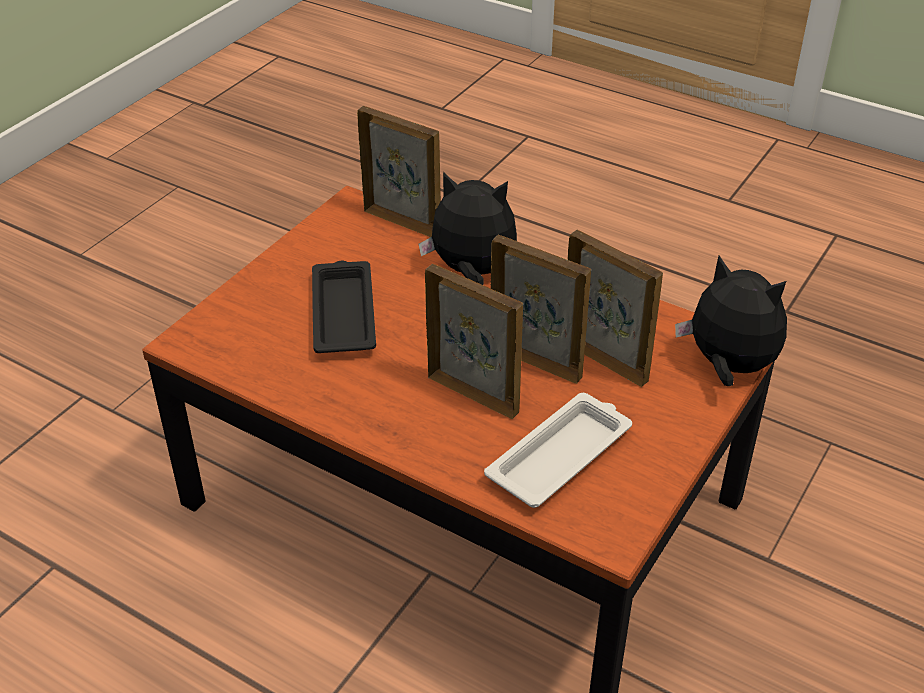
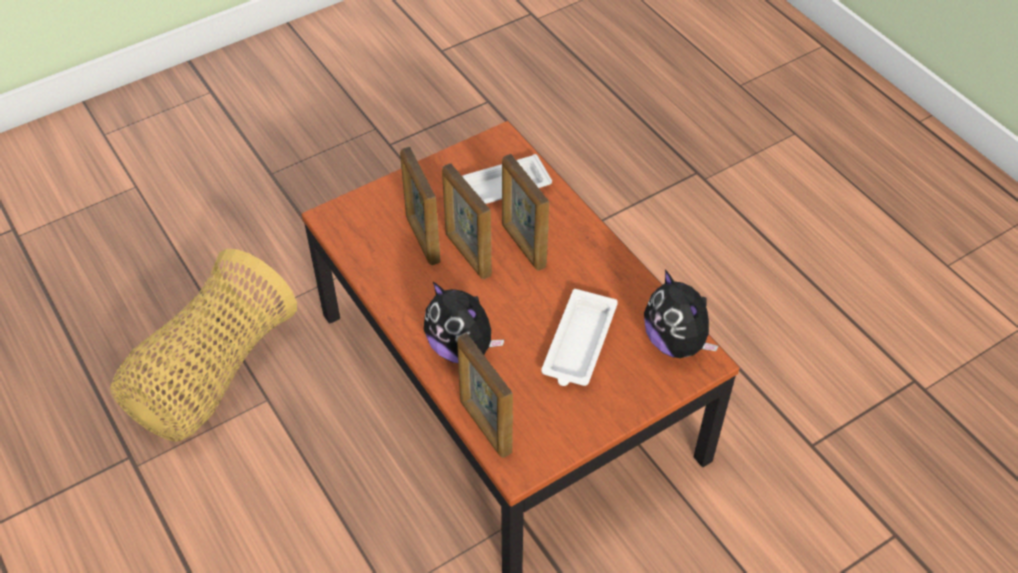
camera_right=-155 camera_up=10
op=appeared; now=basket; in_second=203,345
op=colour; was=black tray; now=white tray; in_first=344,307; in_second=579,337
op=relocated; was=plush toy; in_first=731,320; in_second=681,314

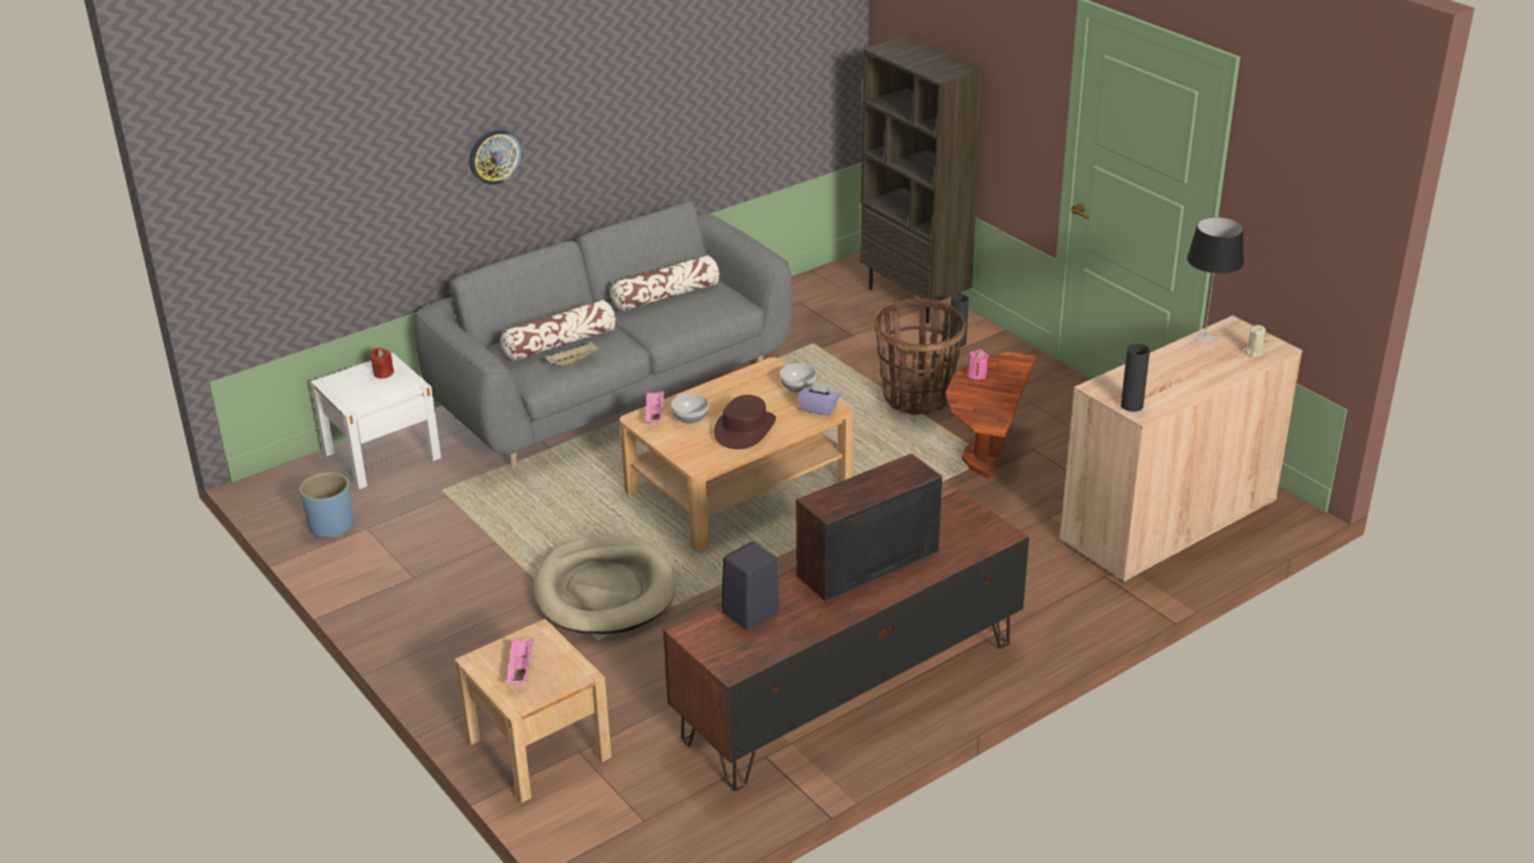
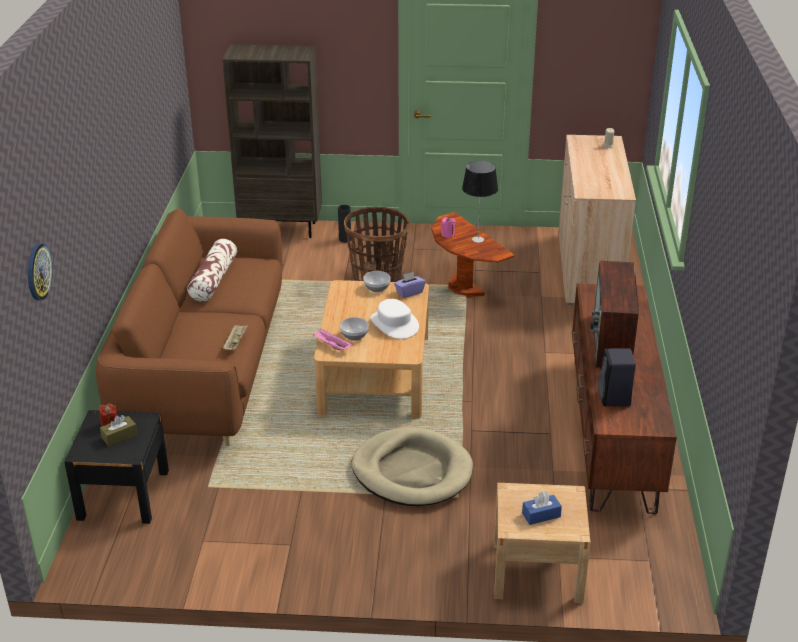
camera_right=-50 camera_up=0
op=relocated; was=wall clock; in_first=496,157; in_second=40,271
op=colour; was=white nightstand; now=black nightstand; in_first=375,421; in_second=116,467
op=colour; was=grey sofa; now=brown sofa; in_first=604,335; in_second=189,327
op=appeared; now=brown tissue box; in_second=119,430
op=colour; was=brown hat; now=white hat; in_first=745,422; in_second=395,319
op=relocated; was=table lamp; in_first=1215,280; in_second=480,202
op=exchanged; was=pink tray; now=blue tissue box; in_first=520,661; in_second=542,508
op=missing; was=blue planter; in_first=326,504
op=missing; was=pillow; in_first=558,330
op=missing; was=black vase; in_first=1135,378

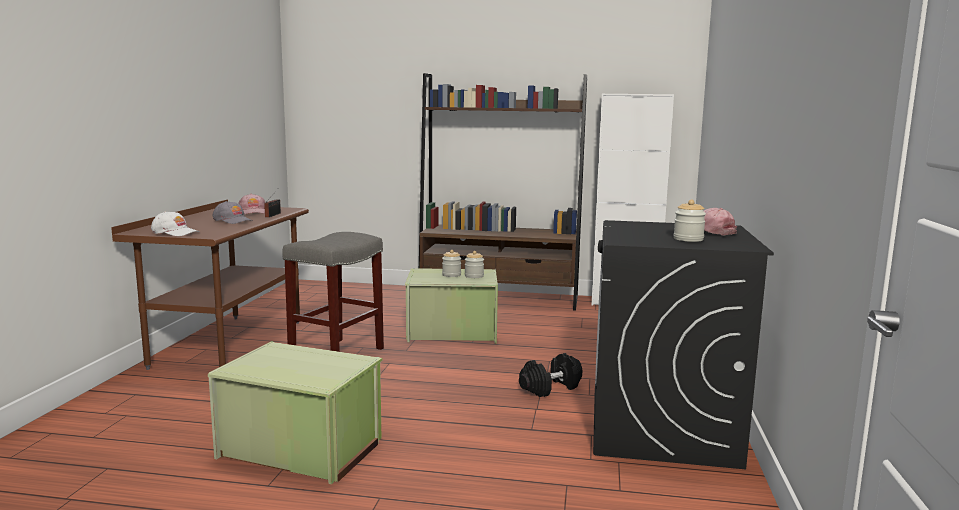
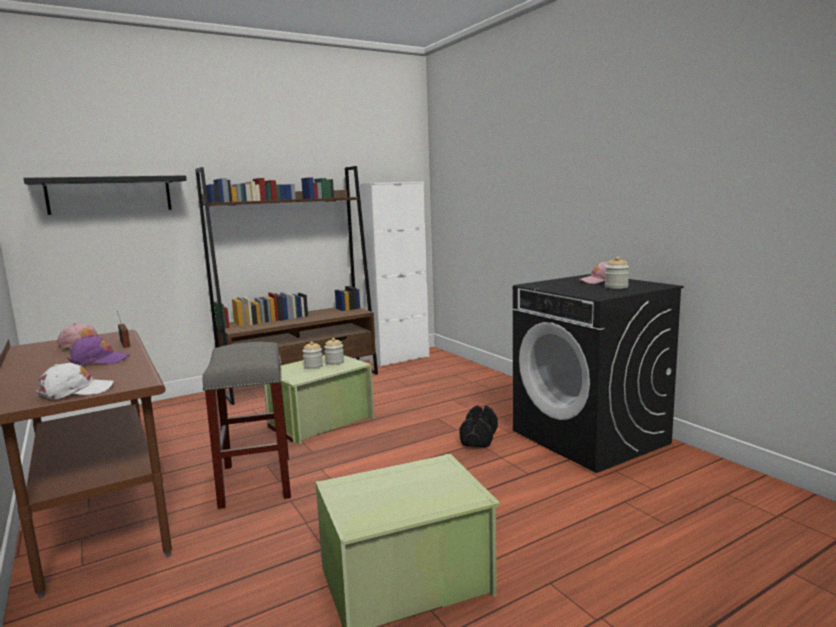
camera_right=-40 camera_up=0
op=appeared; now=black shelf; in_second=105,195
op=colour; was=grey cap; now=purple cap; in_first=232,212; in_second=98,350

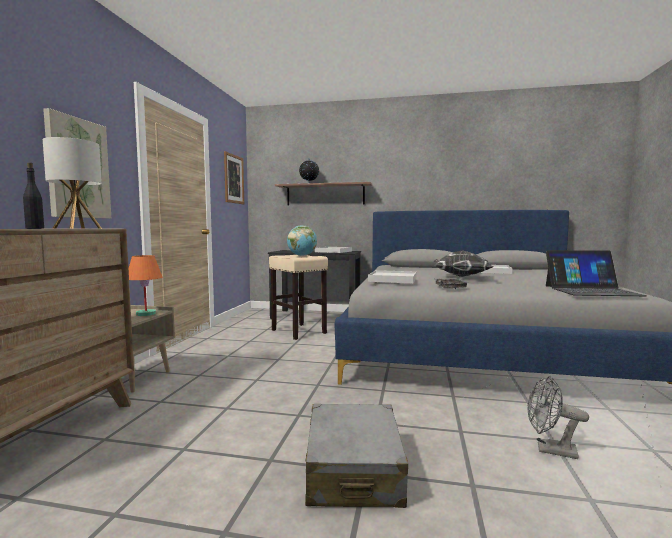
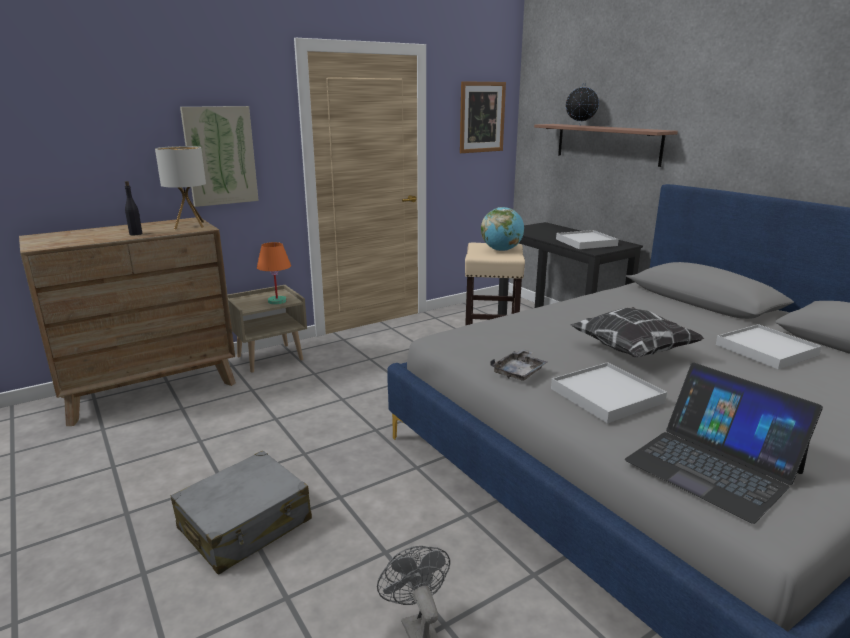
camera_right=45 camera_up=15
op=relocated; was=white tray; in_first=392,276; in_second=609,392

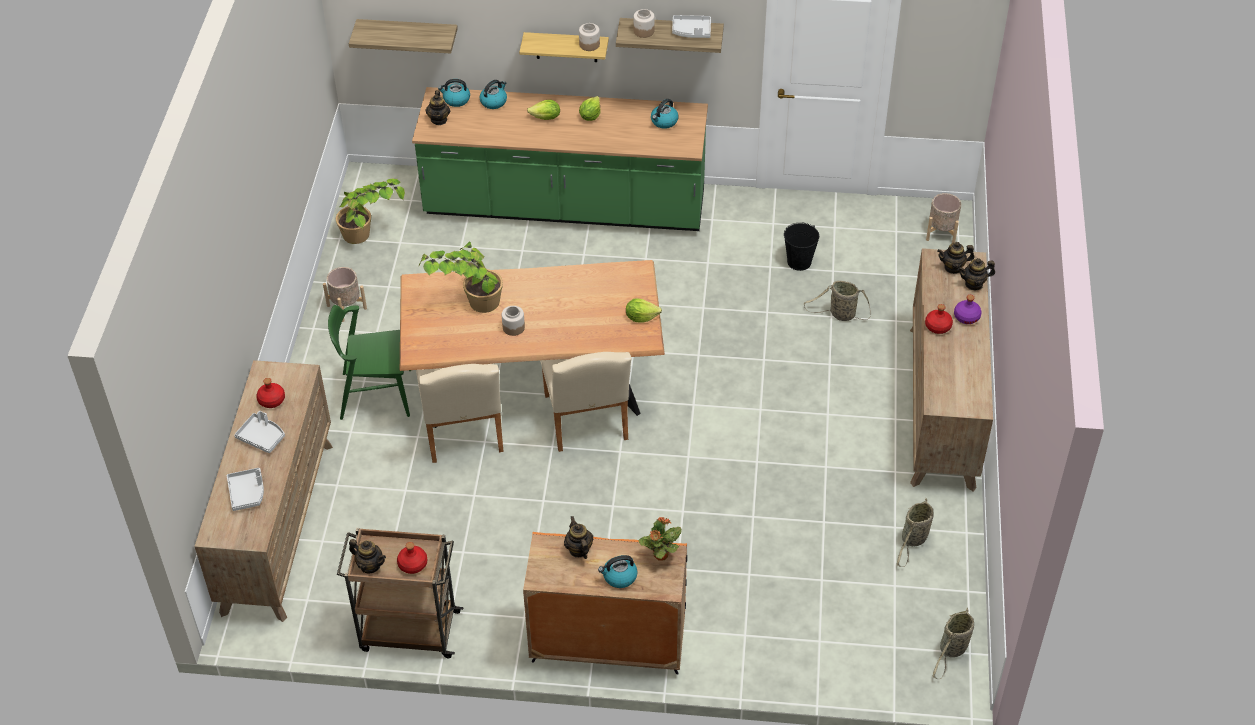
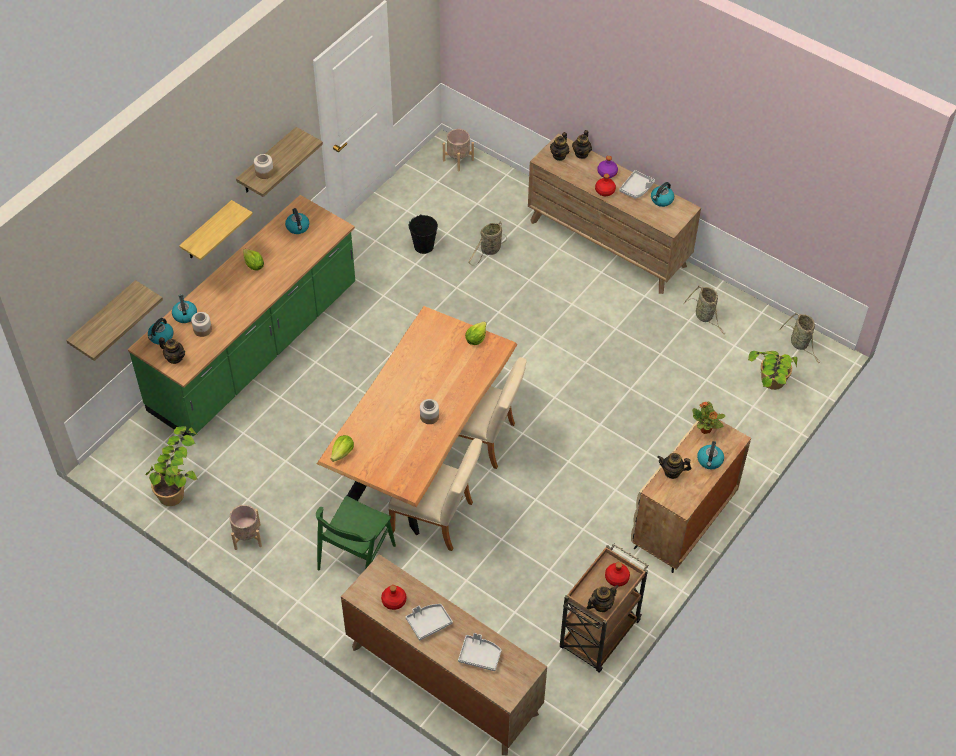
camera_right=-60 camera_up=5
op=relocated; was=jar; in_first=589,37; in_second=201,324
op=relocated; was=lettuce; in_first=543,110; in_second=342,448
op=relocated; was=grey tray; in_first=691,26; in_second=637,184
op=colour; was=orange cabinet; now=beige cabinet; in_first=605,603; in_second=691,493
op=appeared; now=kettle; in_second=662,194
op=relocated; was=potted plant; in_first=461,277; in_second=773,370

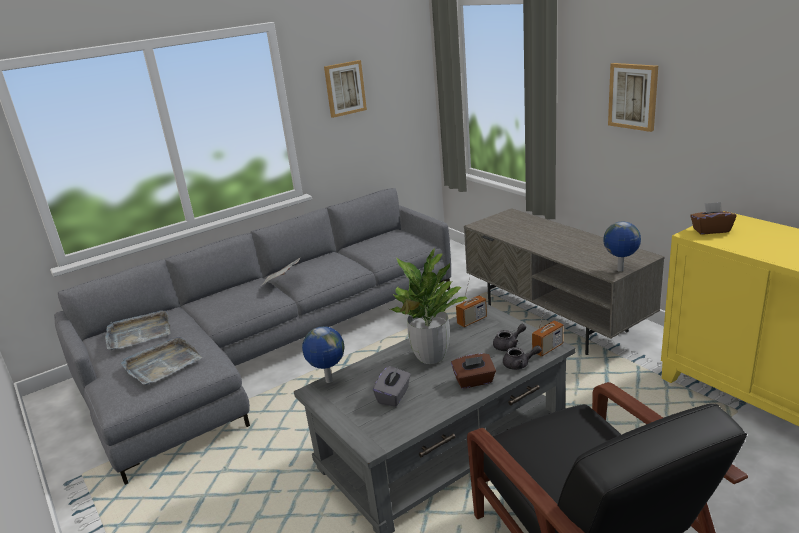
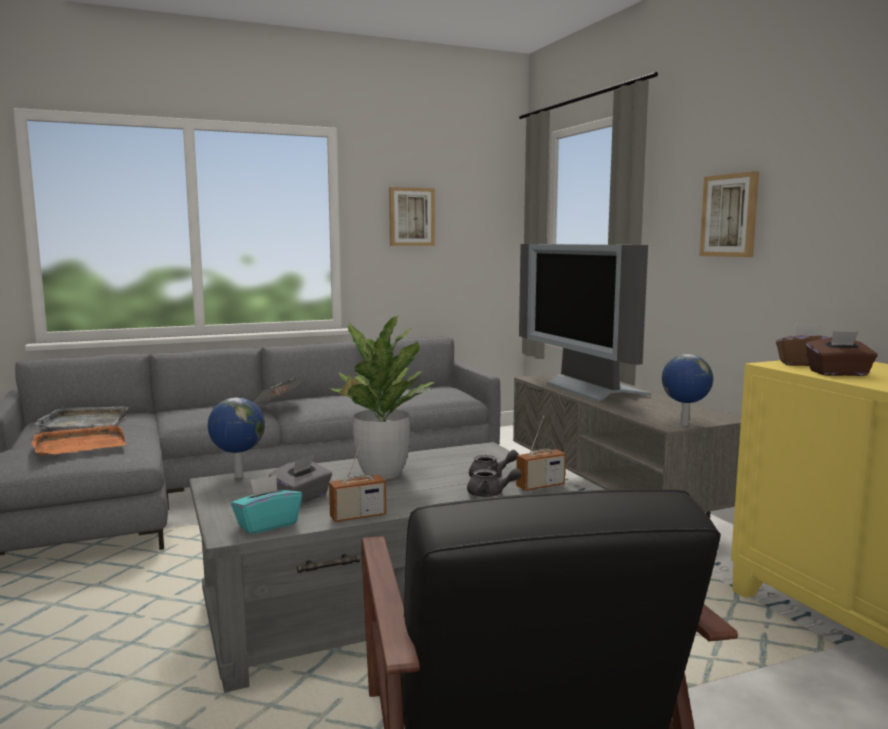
camera_right=10 camera_up=-15
op=colour; was=grey tray; now=orange tray; in_first=161,361; in_second=79,440
op=appeared; now=turquoise tissue box; in_second=266,504
op=relocated; was=radio; in_first=471,302; in_second=357,479
op=appeared; now=television; in_second=585,323
op=relocated; was=brown tissue box; in_first=473,371; in_second=841,353

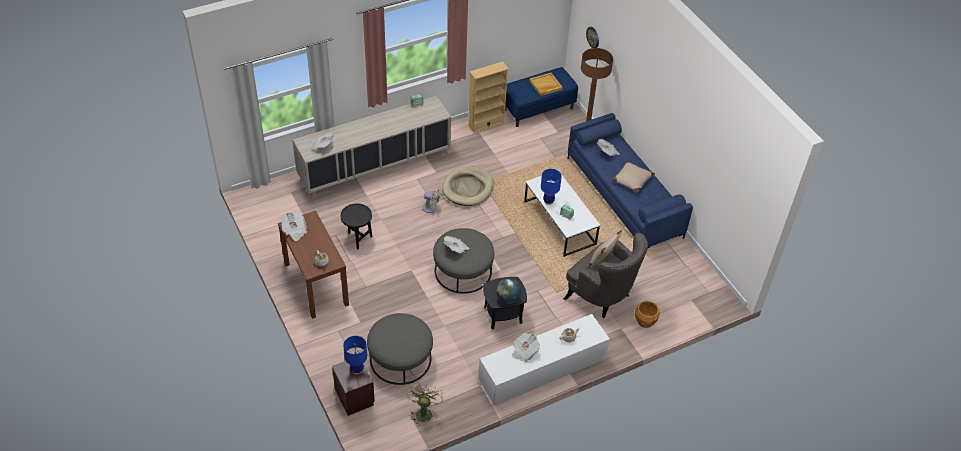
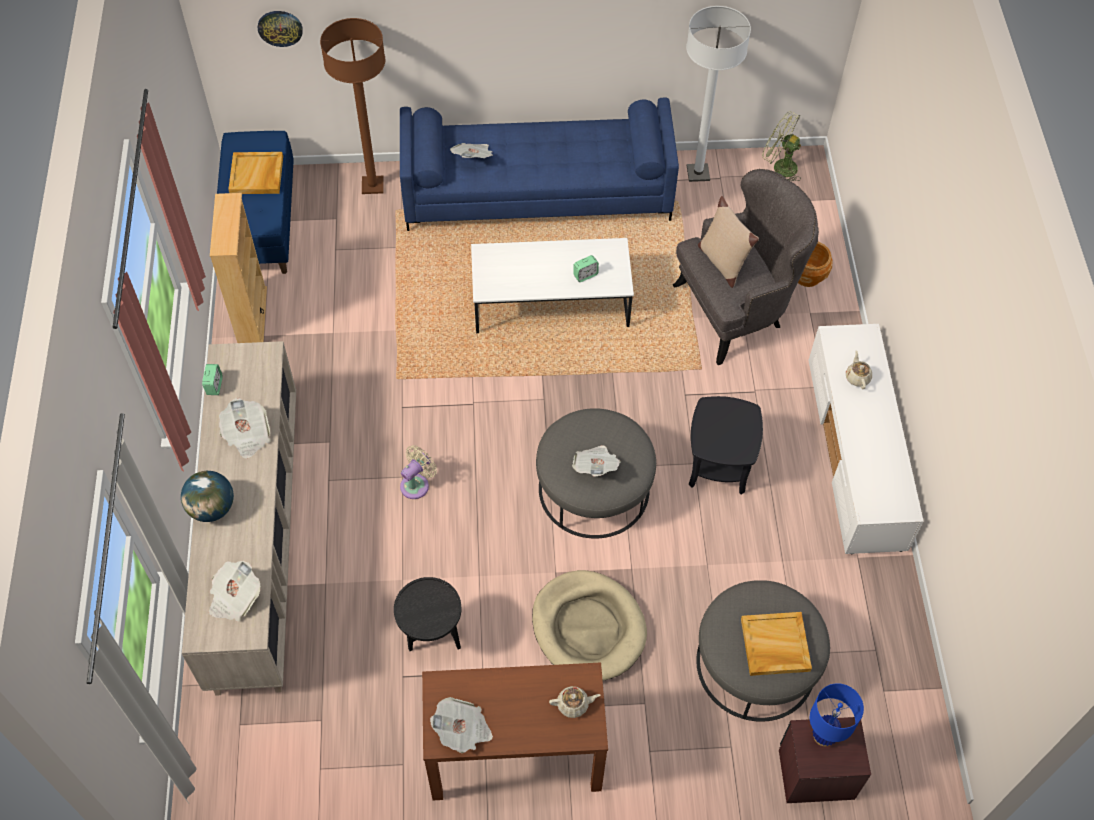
camera_right=-65 camera_up=10
op=relocated; was=globe; in_first=508,291; in_second=207,496
op=relocated; was=newspaper; in_first=526,347; in_second=245,428
op=relocated; was=beige dog bed; in_first=468,186; in_second=589,625
op=appeared; now=white floor lamp; in_second=718,94
op=appeared; now=beige tray; in_second=776,644
op=relocated; was=green fan; in_first=425,405; in_second=781,146
op=missing; was=blue table lamp; in_first=551,187
op=missing; was=beige pillow; in_first=633,176

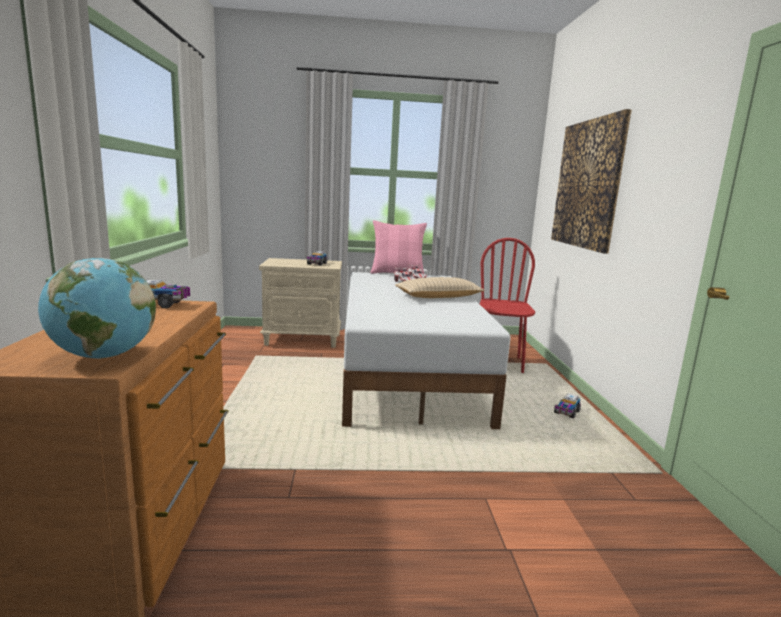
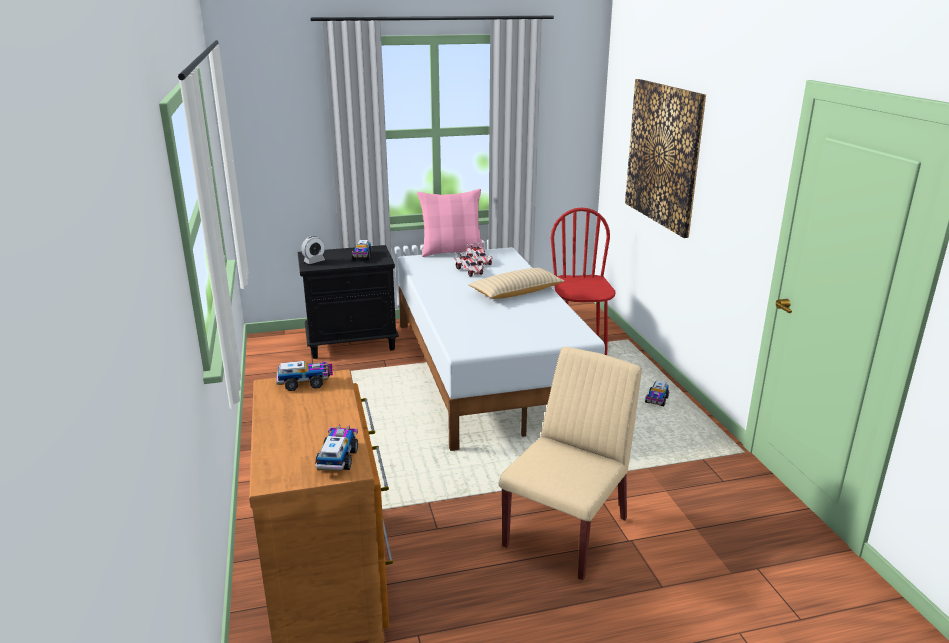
camera_right=-10 camera_up=10
op=colour; was=beige nightstand; now=black nightstand; in_first=300,303; in_second=348,302
op=appeared; now=alarm clock; in_second=313,250
op=exchanged; was=globe; now=toy truck; in_first=97,308; in_second=336,448
op=appeared; now=beige chair; in_second=570,464

